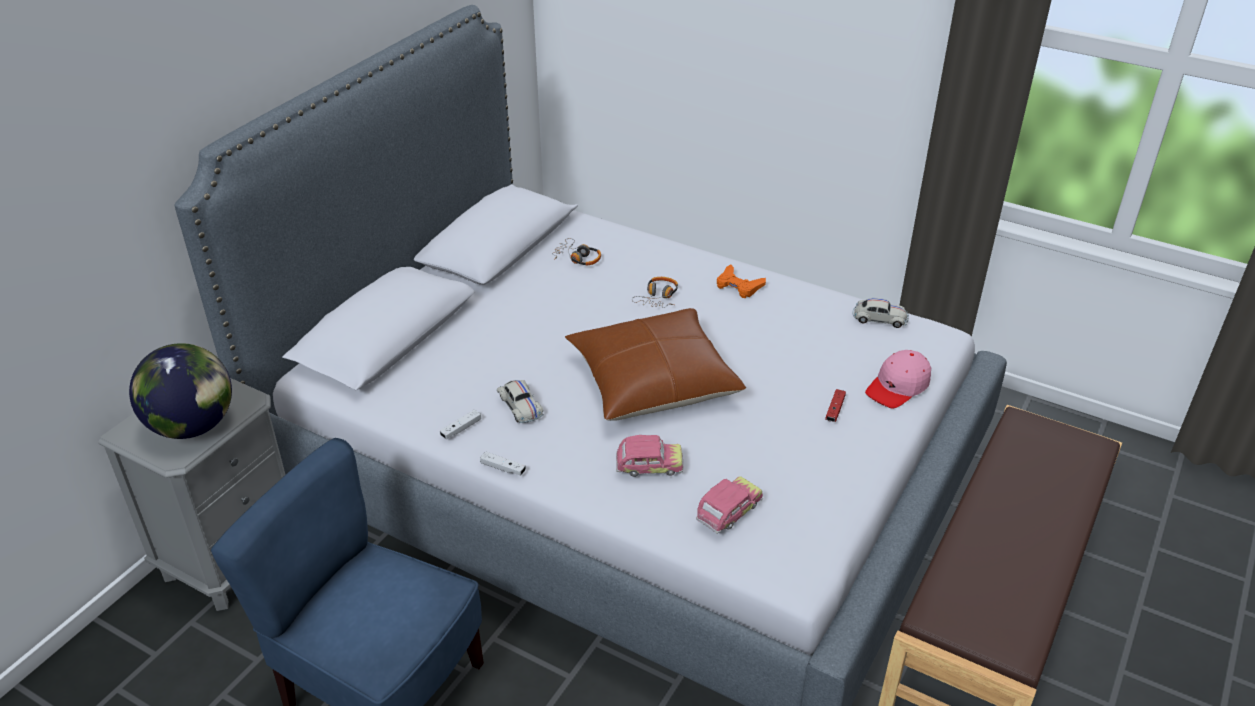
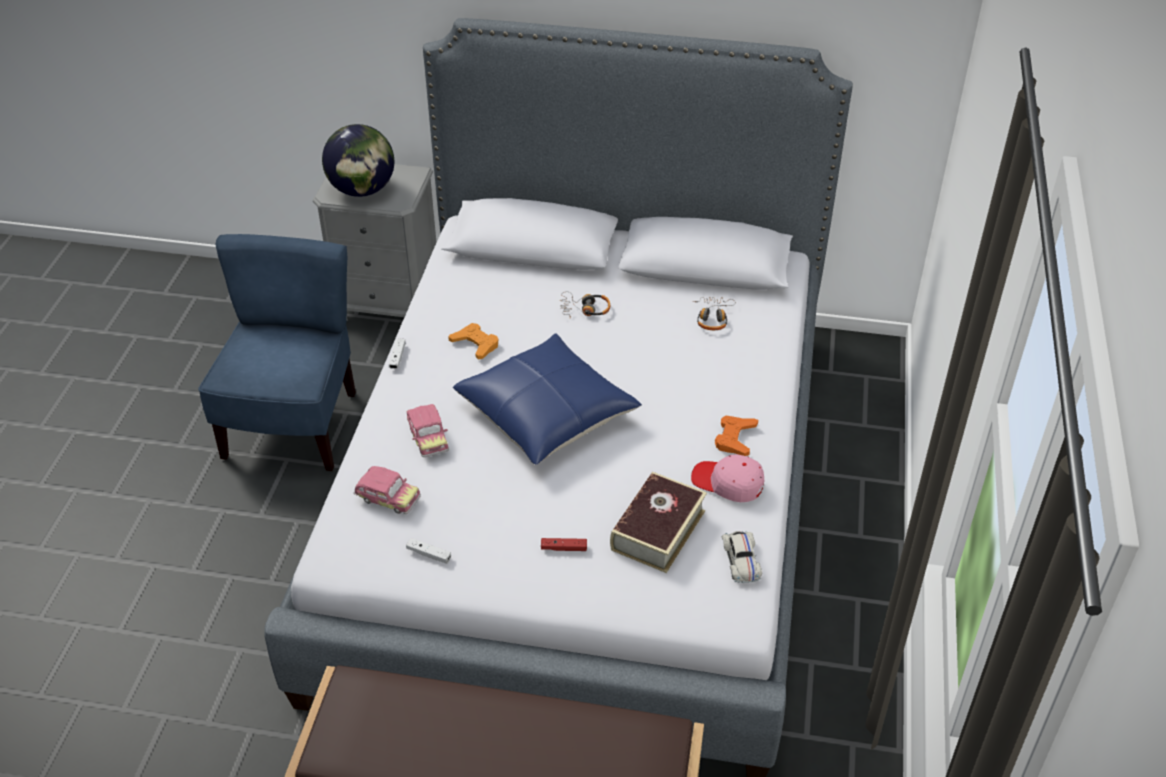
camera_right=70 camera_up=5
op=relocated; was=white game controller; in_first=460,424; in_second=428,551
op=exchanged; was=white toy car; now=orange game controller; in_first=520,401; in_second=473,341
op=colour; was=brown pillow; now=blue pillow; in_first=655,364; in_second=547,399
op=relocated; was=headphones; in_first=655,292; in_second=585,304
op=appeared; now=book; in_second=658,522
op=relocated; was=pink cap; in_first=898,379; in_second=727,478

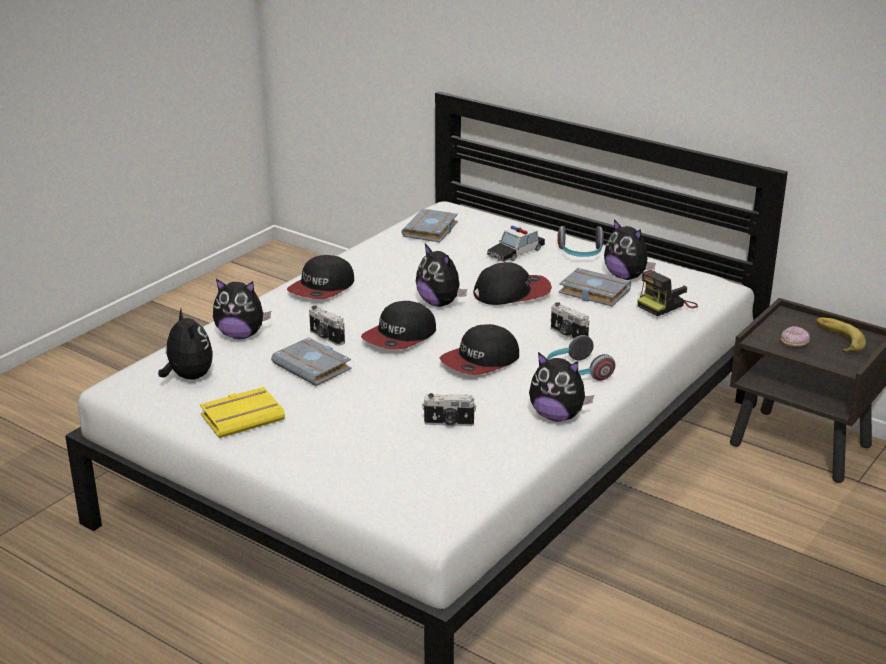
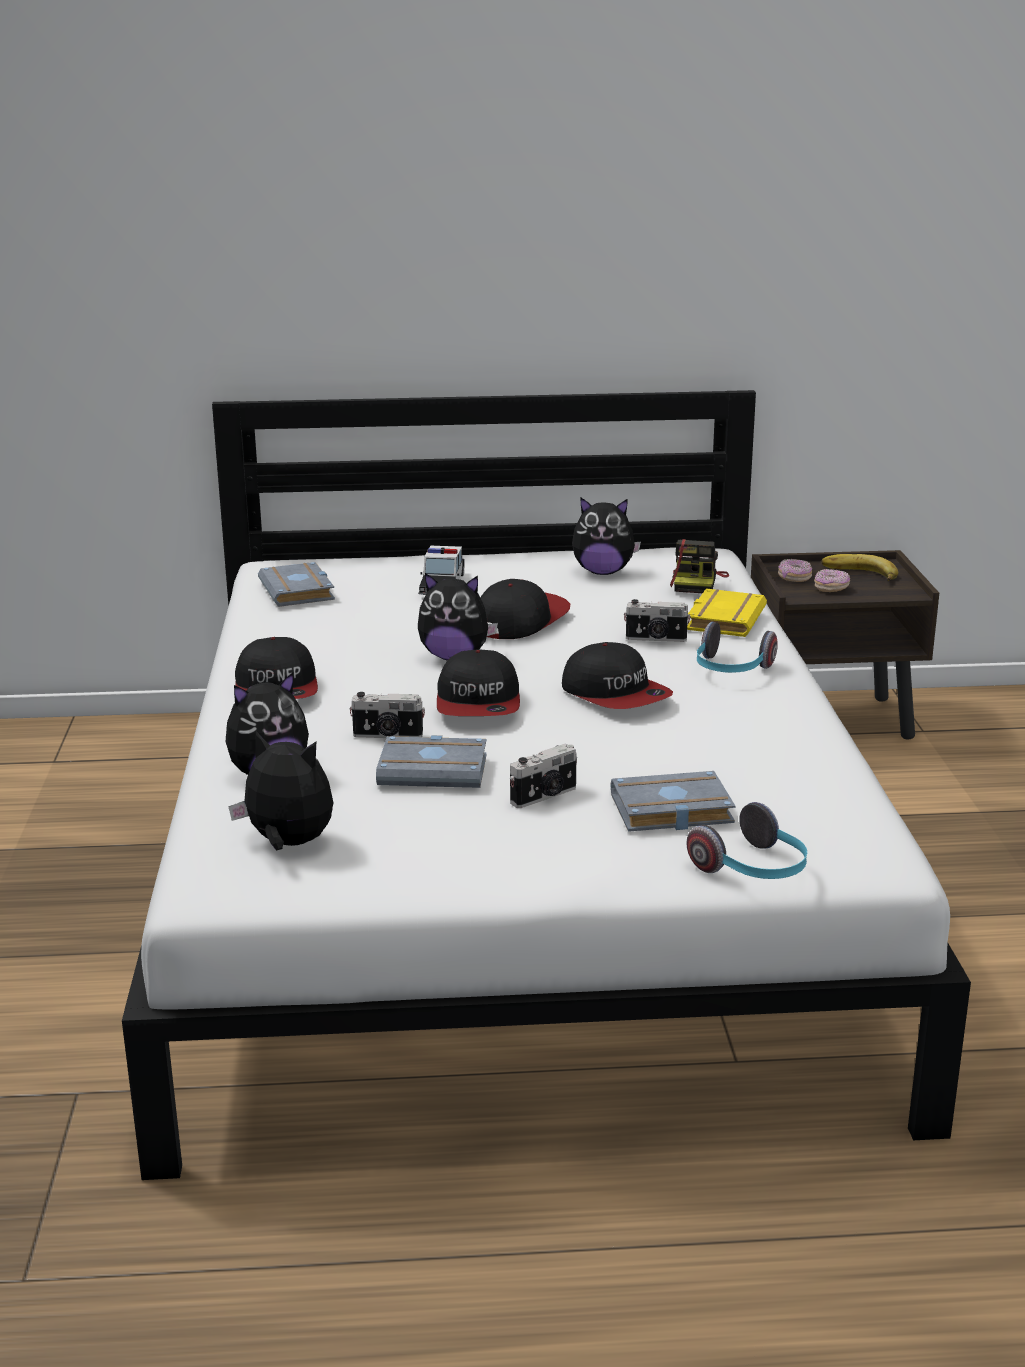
camera_right=-40 camera_up=-5
op=relocated; was=photo camera; in_first=449,409; in_second=543,776
op=spun; was=cap; in_first=479,349; in_second=617,675; clockwise=-45
op=relocated; was=grey book; in_first=595,287; in_second=673,801
op=relocated; was=yellow book; in_first=242,412; in_second=727,612
op=relocated; was=headphones; in_first=580,241; in_second=747,840
op=appeared; now=donut; in_second=795,570
op=missing; was=plush toy; in_first=561,387

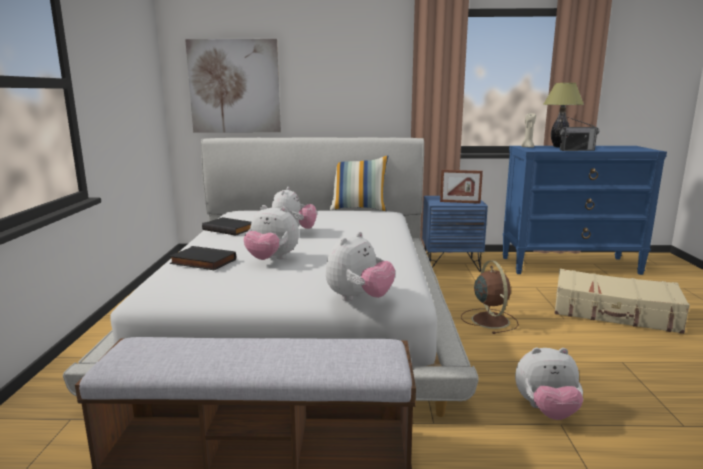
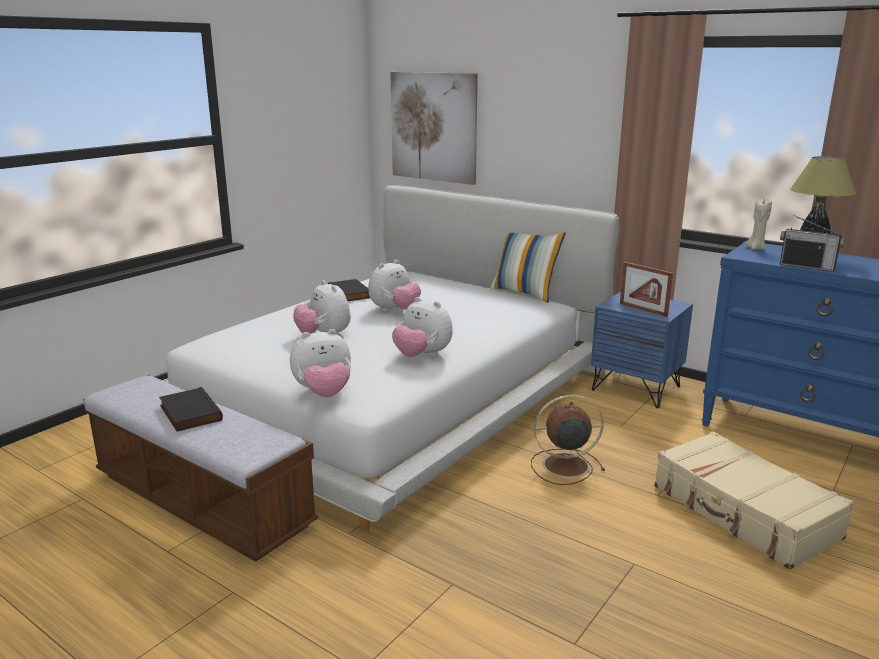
camera_right=35 camera_up=5
op=relocated; was=black book; in_first=202,258; in_second=191,409
op=relocated; was=plush toy; in_first=549,384; in_second=422,327
op=spun; was=brown fan; in_first=490,297; in_second=568,440; clockwise=-120

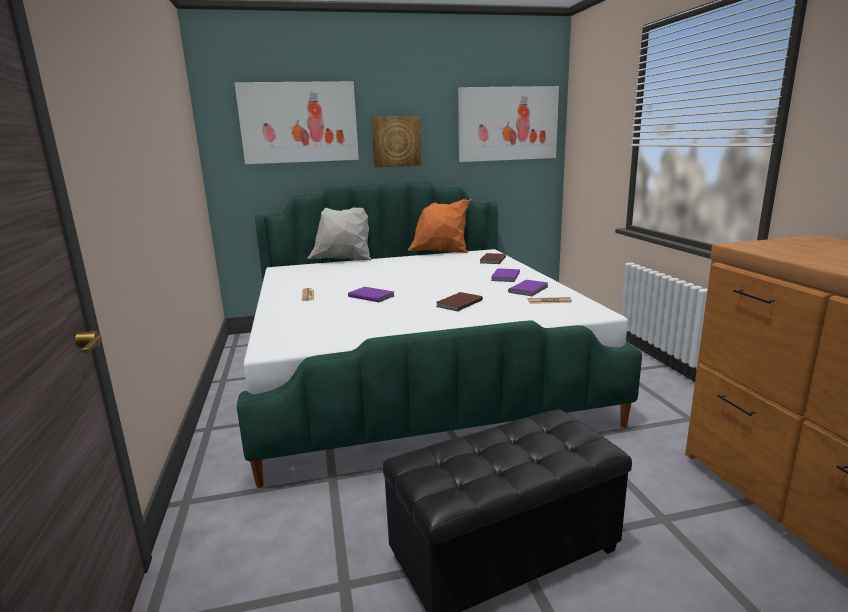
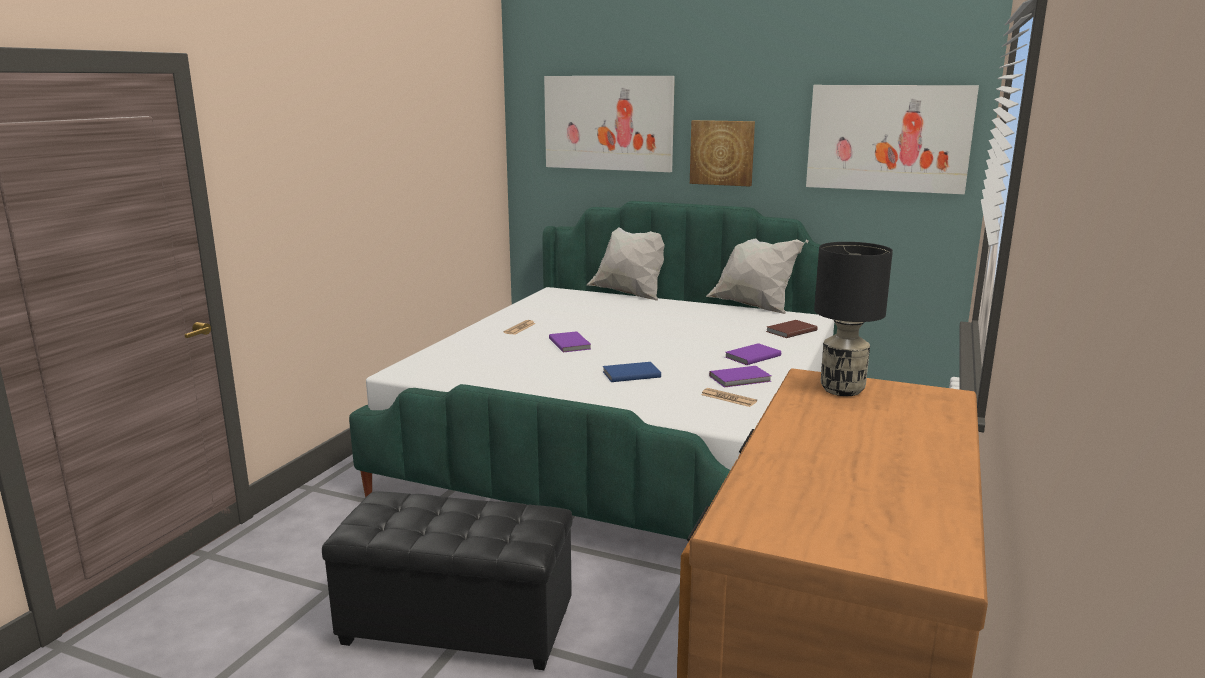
camera_right=35 camera_up=0
op=colour; was=brown book; now=blue book; in_first=459,301; in_second=631,372
op=colour; was=orange pillow; now=white pillow; in_first=439,226; in_second=757,276
op=appeared; now=black table lamp; in_second=853,319

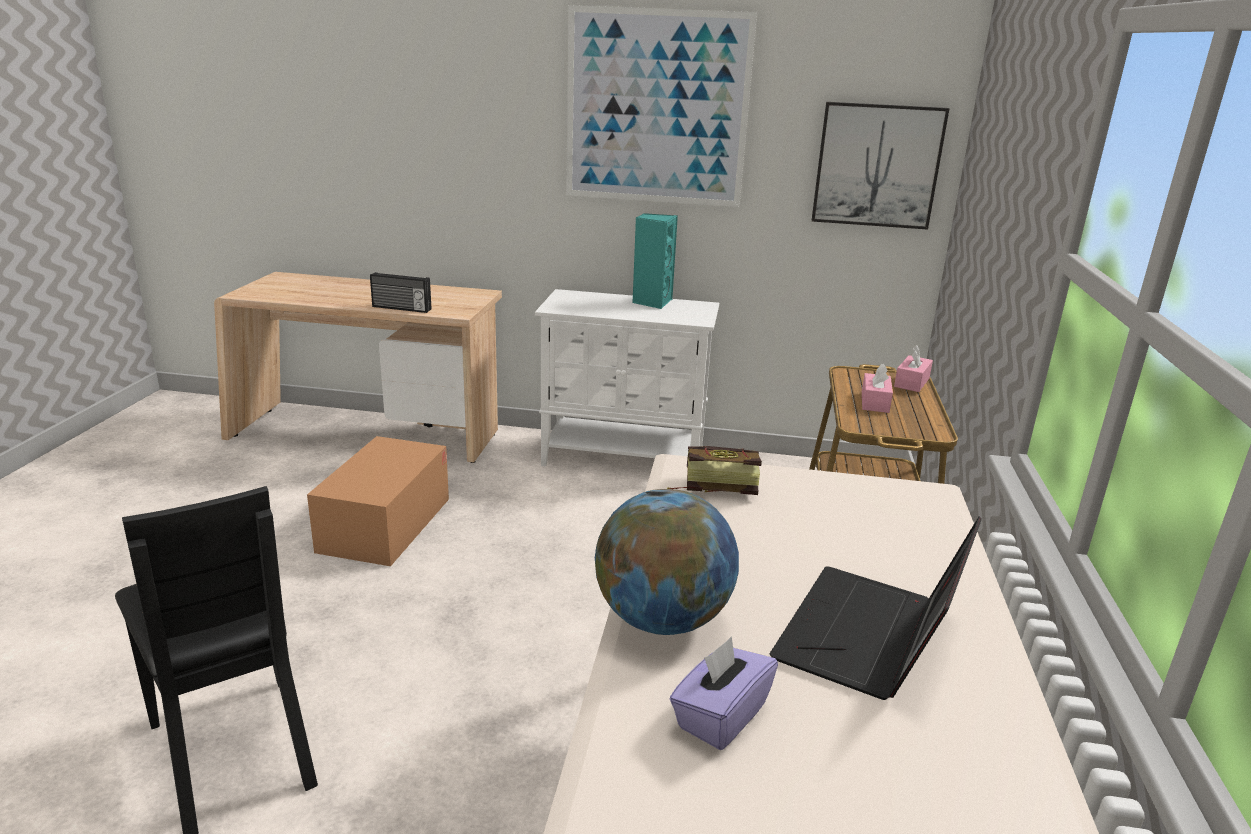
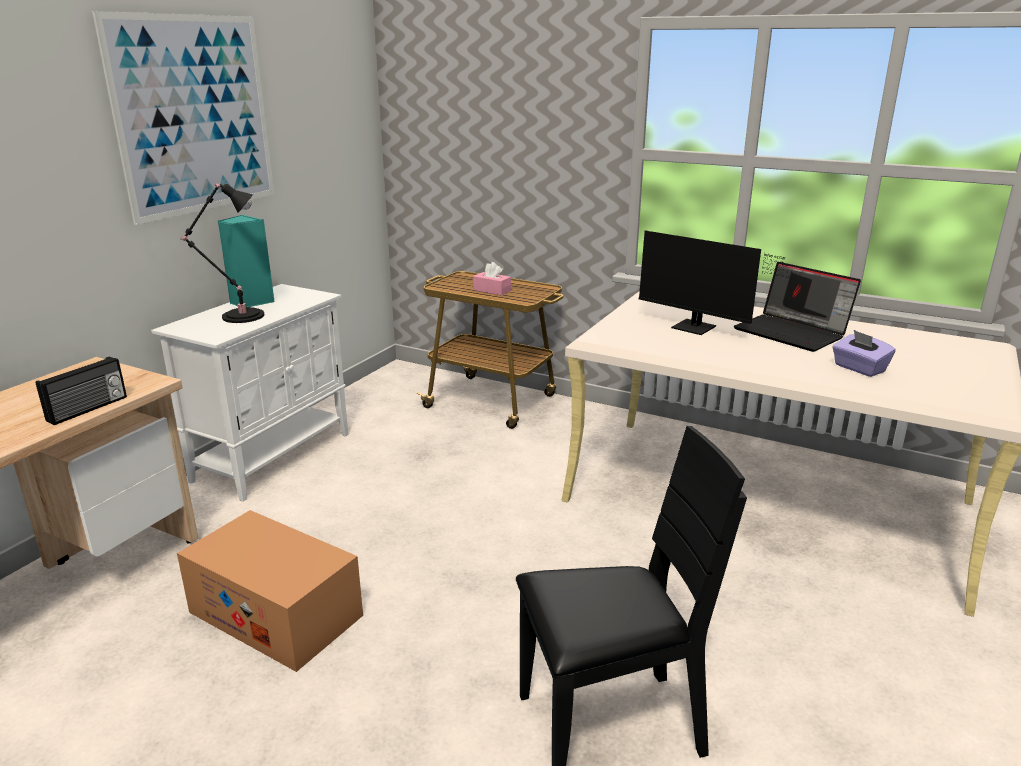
camera_right=-70 camera_up=0
op=appeared; now=black table lamp; in_second=223,253
op=appeared; now=monitor; in_second=719,283
op=missing; was=globe; in_first=667,562
op=missing; was=book; in_first=714,470
op=missing; was=picture; in_first=880,166
op=missing; was=pink tissue box; in_first=913,368

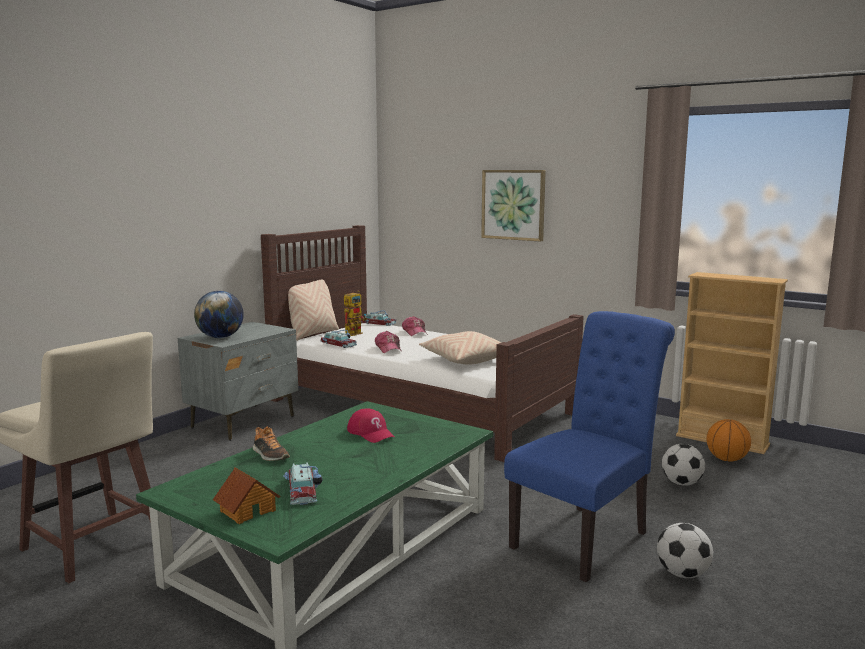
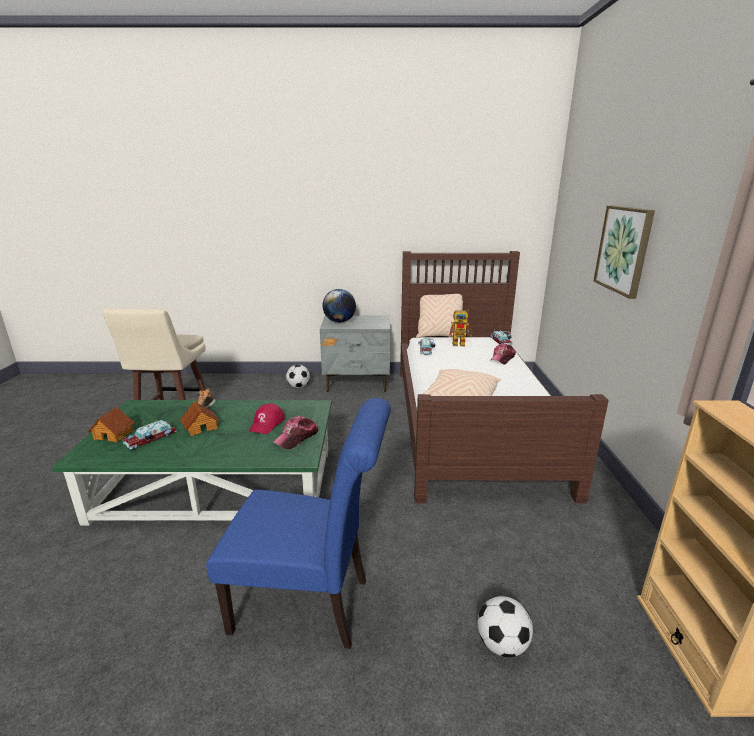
camera_right=55 camera_up=10
op=appeared; now=toy house; in_second=200,418
op=relocated; was=cap; in_first=388,342; in_second=295,432
op=relocated; was=football; in_first=685,550; in_second=298,376
op=missing; was=basketball; in_first=729,440

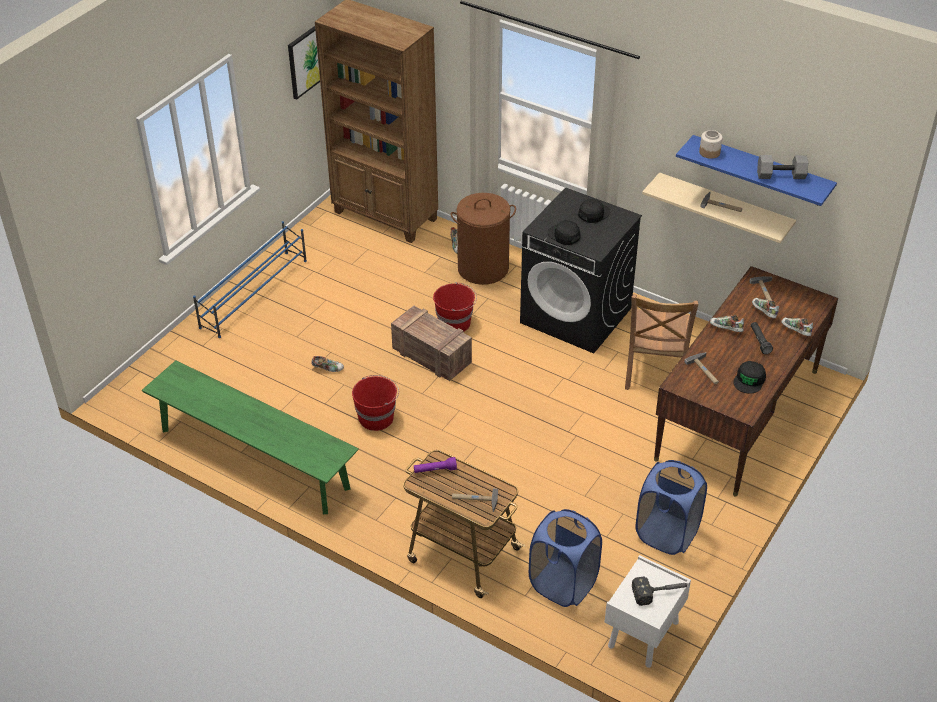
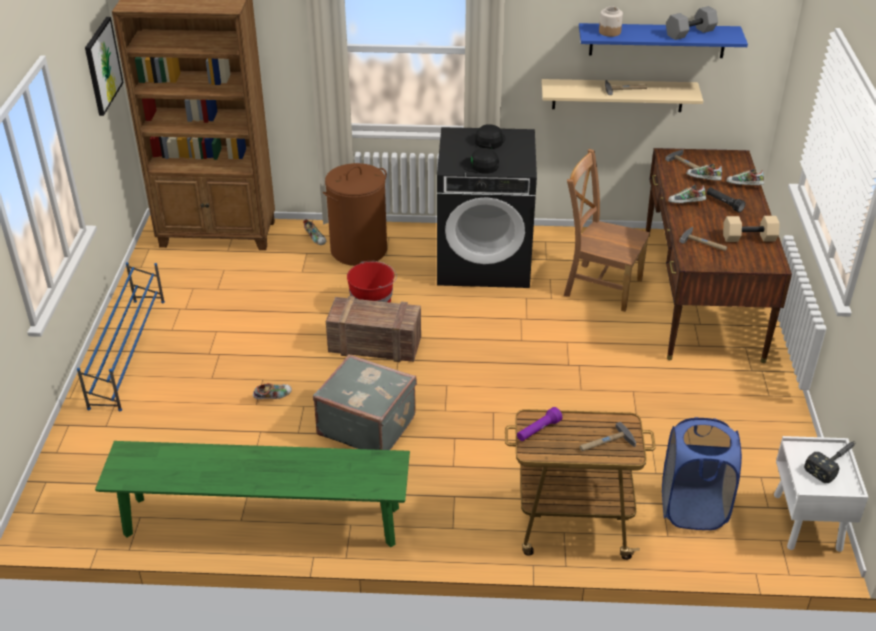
camera_right=-30 camera_up=-5
op=exchanged; was=red bucket; now=grey suitcase; in_first=375,403; in_second=365,402
op=spun; was=brown chair; in_first=661,342; in_second=607,230; clockwise=135
op=exchanged; was=black cap; now=beige dumbbell; in_first=749,377; in_second=751,229
op=missing; was=blue laundry basket; in_first=671,507

